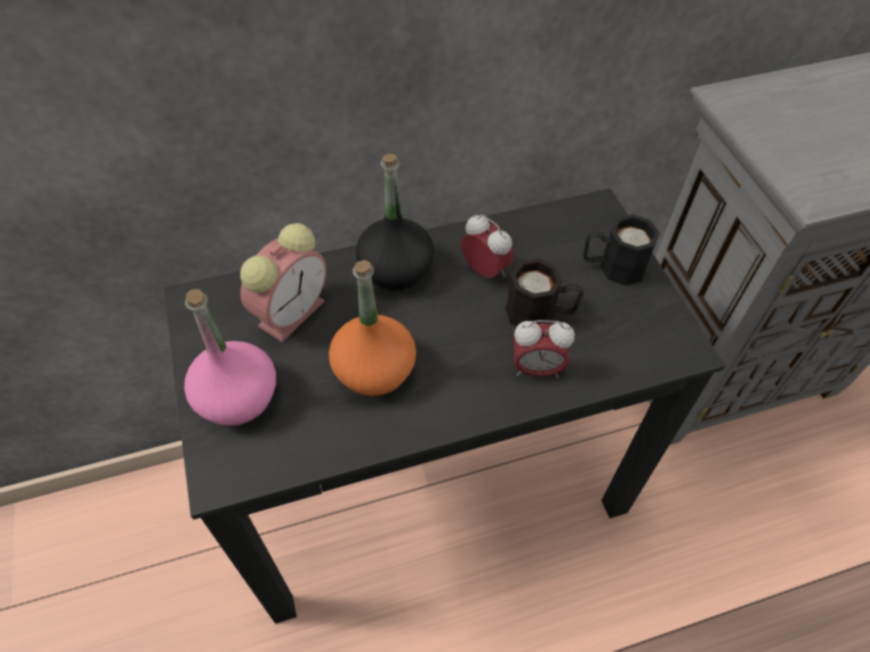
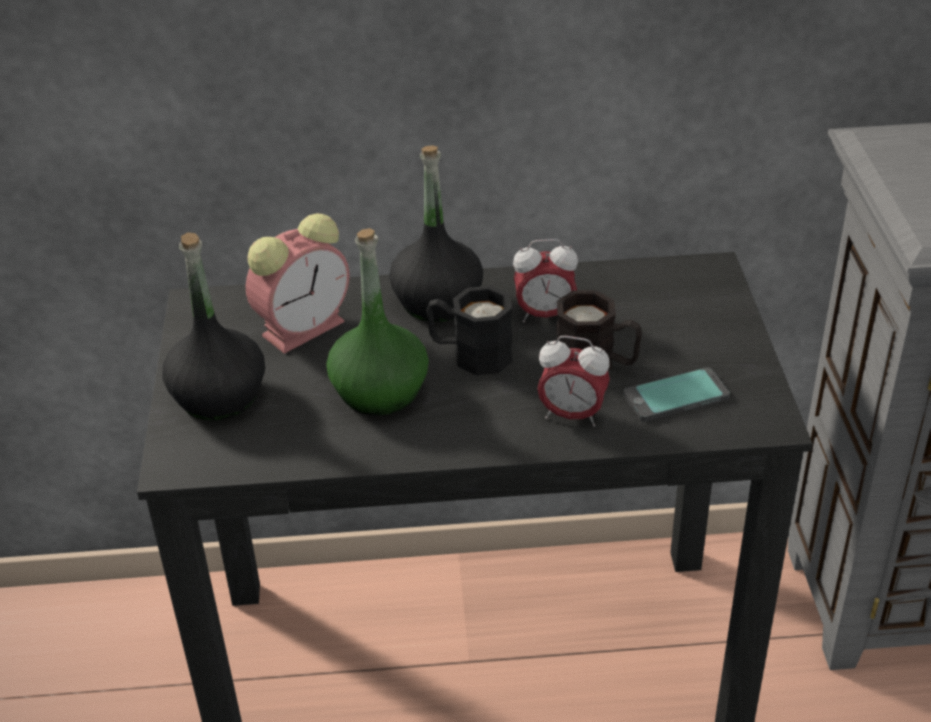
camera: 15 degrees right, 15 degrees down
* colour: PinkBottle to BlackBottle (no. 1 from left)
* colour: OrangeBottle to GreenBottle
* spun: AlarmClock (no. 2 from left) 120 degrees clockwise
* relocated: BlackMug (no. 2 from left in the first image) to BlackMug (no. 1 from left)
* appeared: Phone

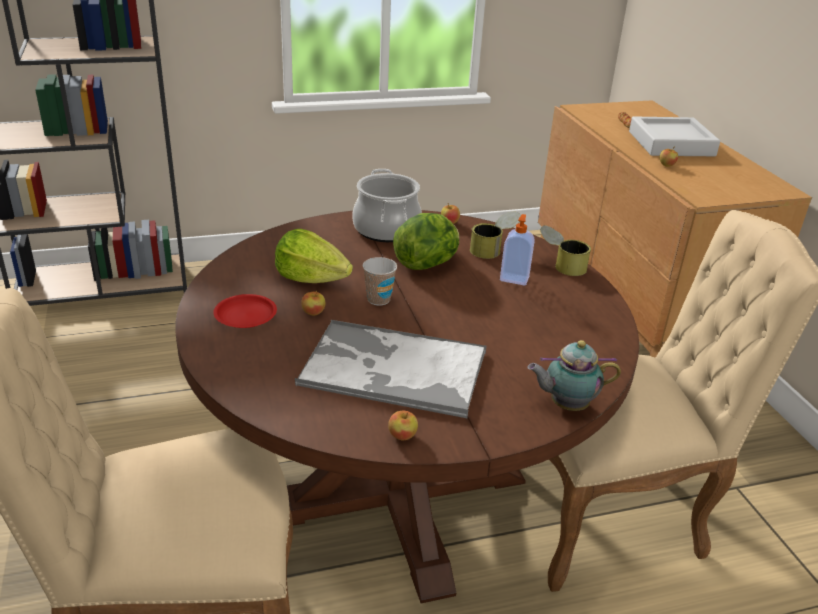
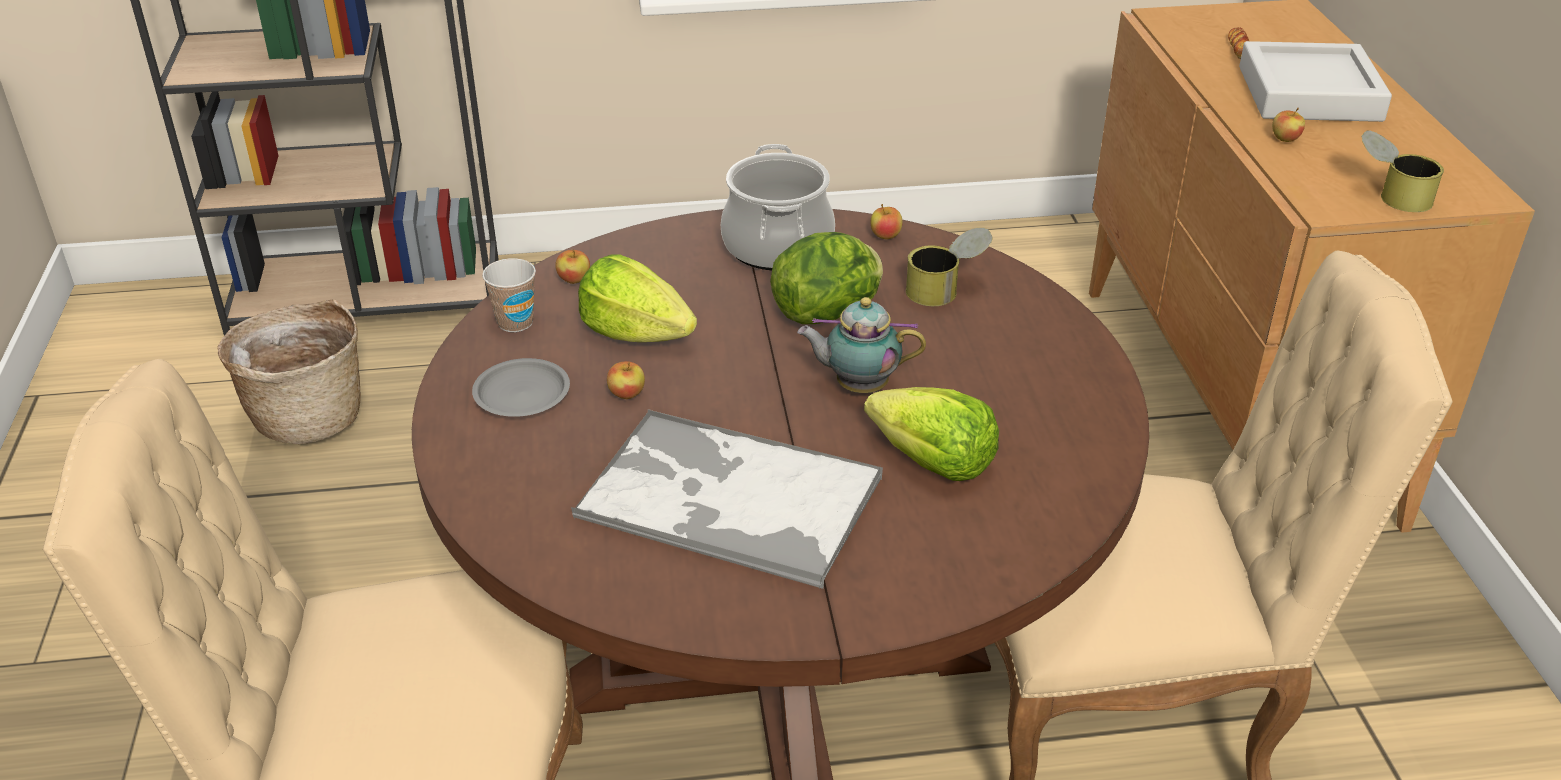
camera: 10 degrees right, 5 degrees up
* colour: RedPlate to GreyPlate
* relocated: Cup
* relocated: Apple (no. 2 from left in the first image) to Apple (no. 1 from left)
* missing: SoapDispenser
* relocated: Teapot
* relocated: Can (no. 2 from left)
* appeared: Basket
* appeared: Lettuce (no. 3 from left)

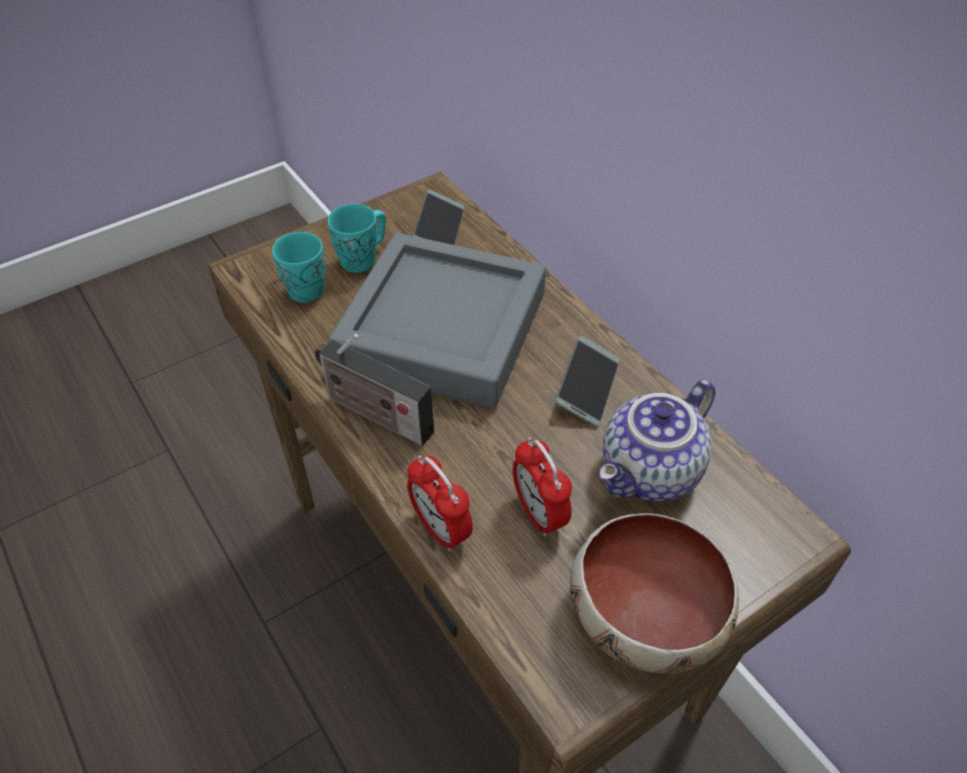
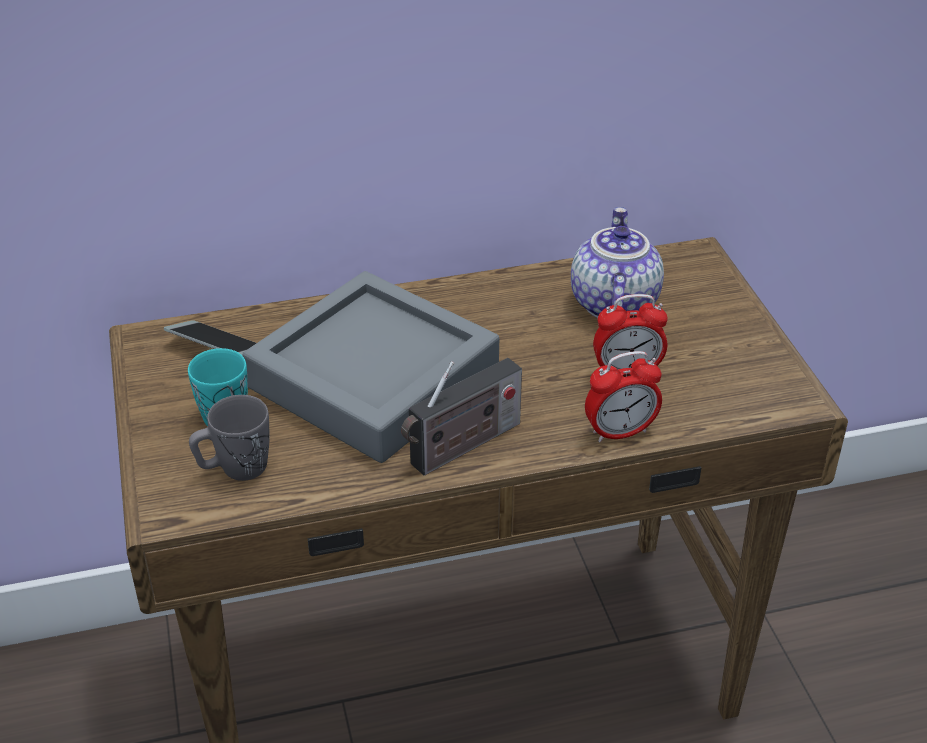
camera: 70 degrees left, 10 degrees down
* colour: TurquoiseMug (no. 1 from left) to GreyMug
* missing: Phone (no. 2 from left)
* missing: Bowl
* spun: Teapot 150 degrees counterclockwise

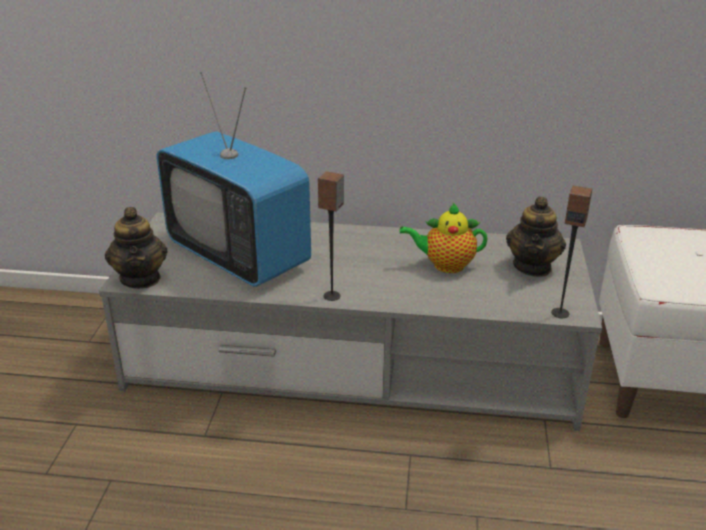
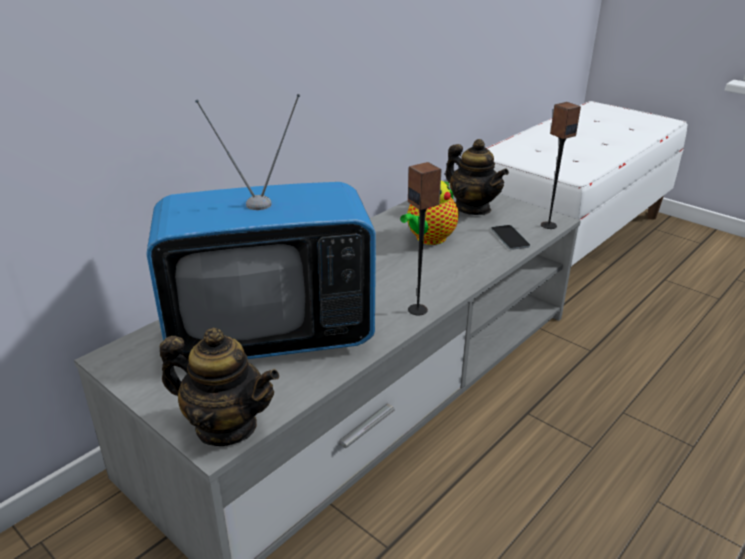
camera: 55 degrees left, 0 degrees up
* appeared: Phone

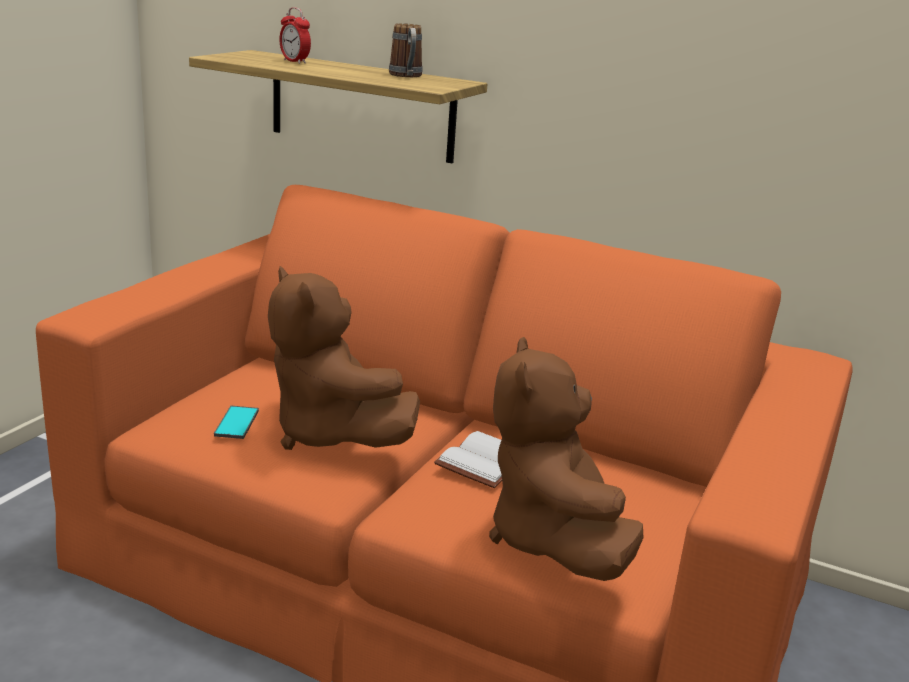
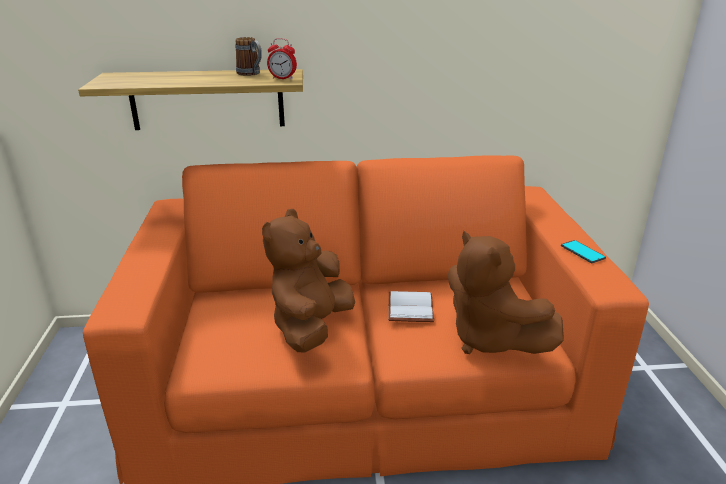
camera: 30 degrees left, 5 degrees up
* relocated: Phone
* spun: BrownPlushToy (no. 1 from left) 90 degrees clockwise
* relocated: AlarmClock

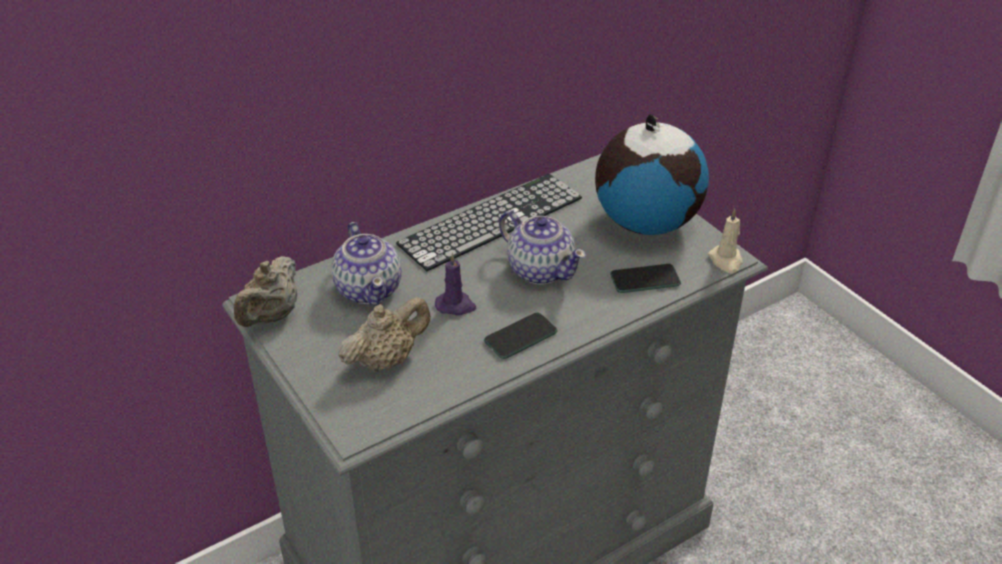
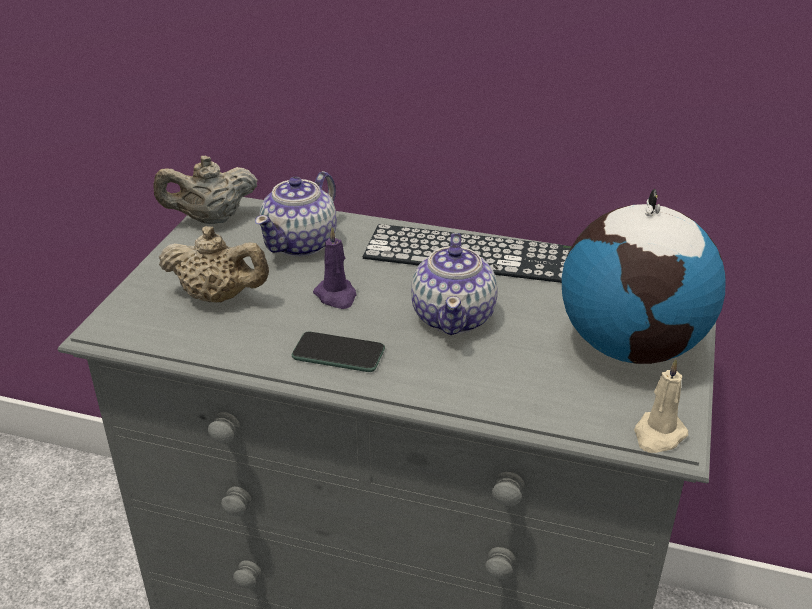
camera: 50 degrees right, 5 degrees down
* missing: Phone (no. 2 from left)

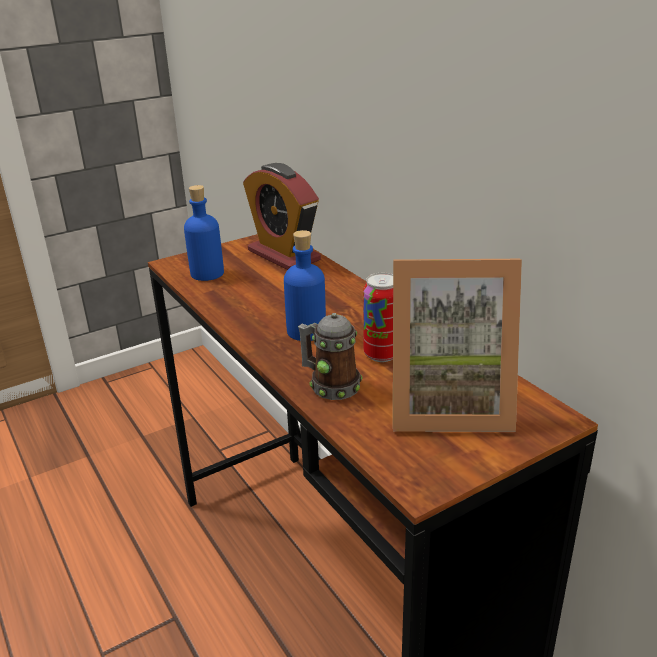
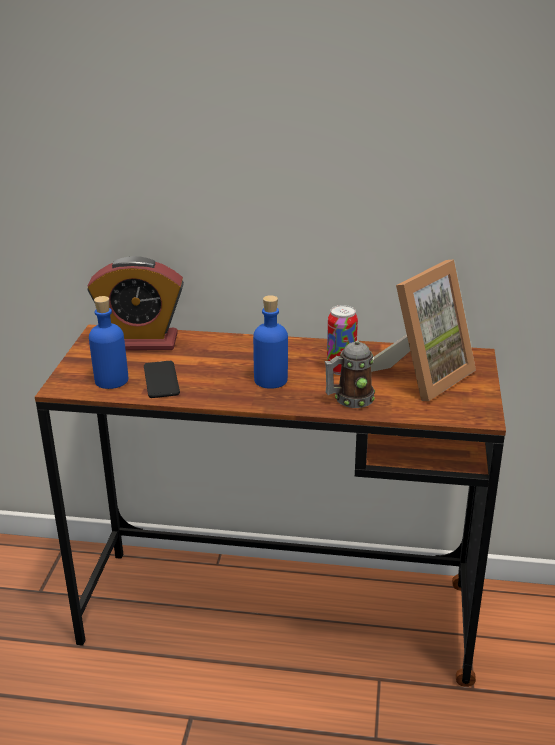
camera: 50 degrees left, 0 degrees up
* appeared: Phone

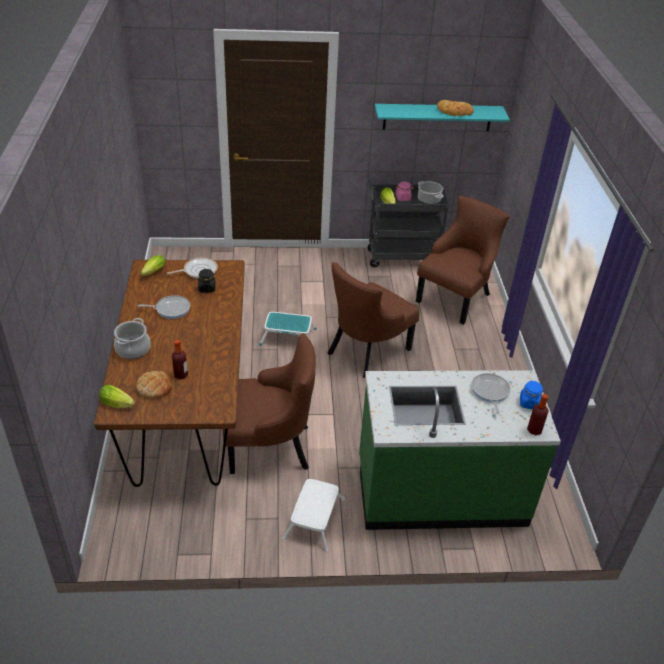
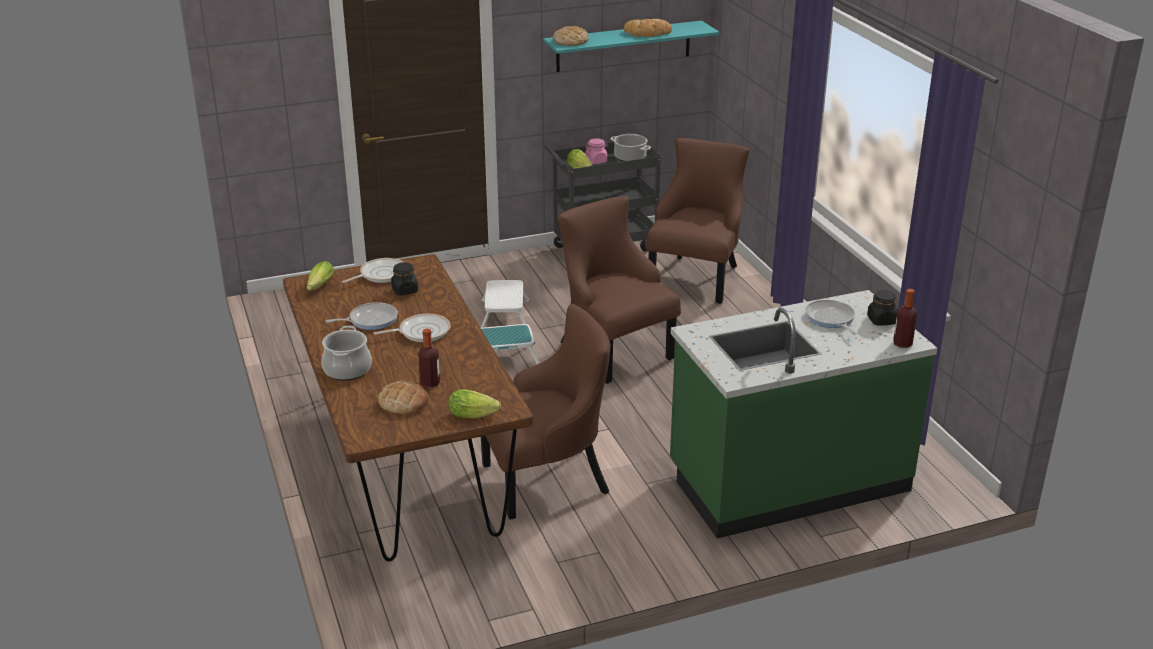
camera: 15 degrees left, 10 degrees down
* relocated: Lettuce (no. 1 from left in the first image) to Lettuce (no. 2 from left)
* relocated: WhiteStepLadder
* spun: BrownChair (no. 2 from left) 120 degrees clockwise
* colour: BlueJar to BlackJar (no. 2 from left)
* appeared: FryingPan (no. 3 from left)
* appeared: Bread (no. 2 from left)

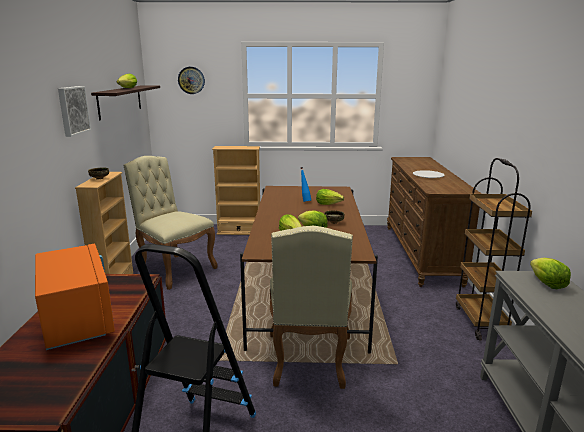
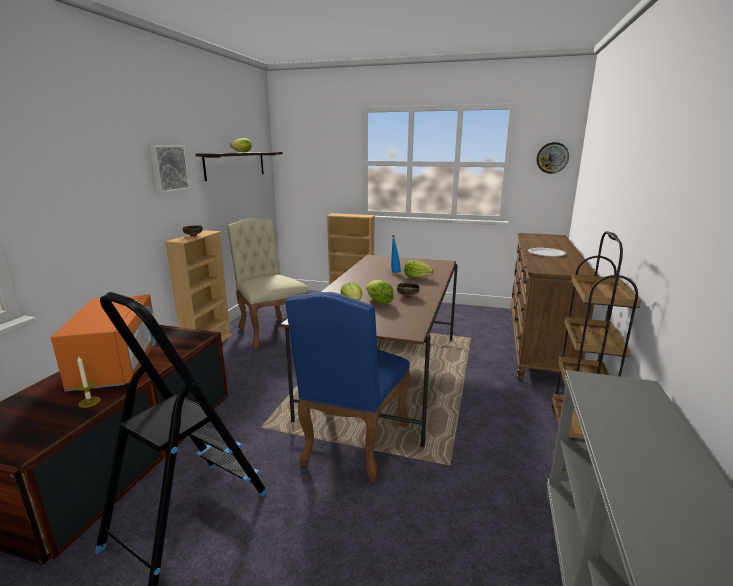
camera: 15 degrees right, 0 degrees up
* relocated: WallClock
* colour: BeigeChair (no. 2 from left) to BlueChair
* missing: Lettuce (no. 5 from left)
* appeared: Candle

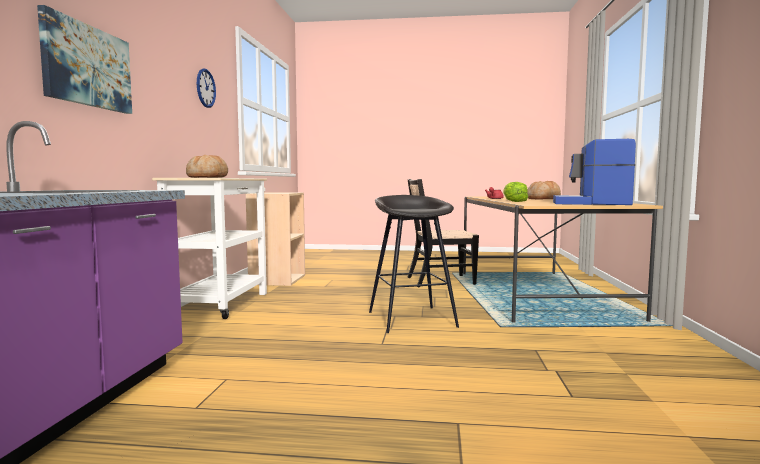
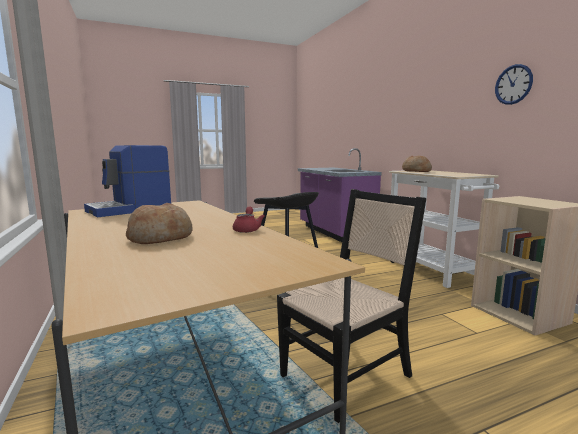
camera: 150 degrees right, 5 degrees up
* missing: Picture
* missing: Lettuce
* spun: CoffeeMachine 150 degrees clockwise

